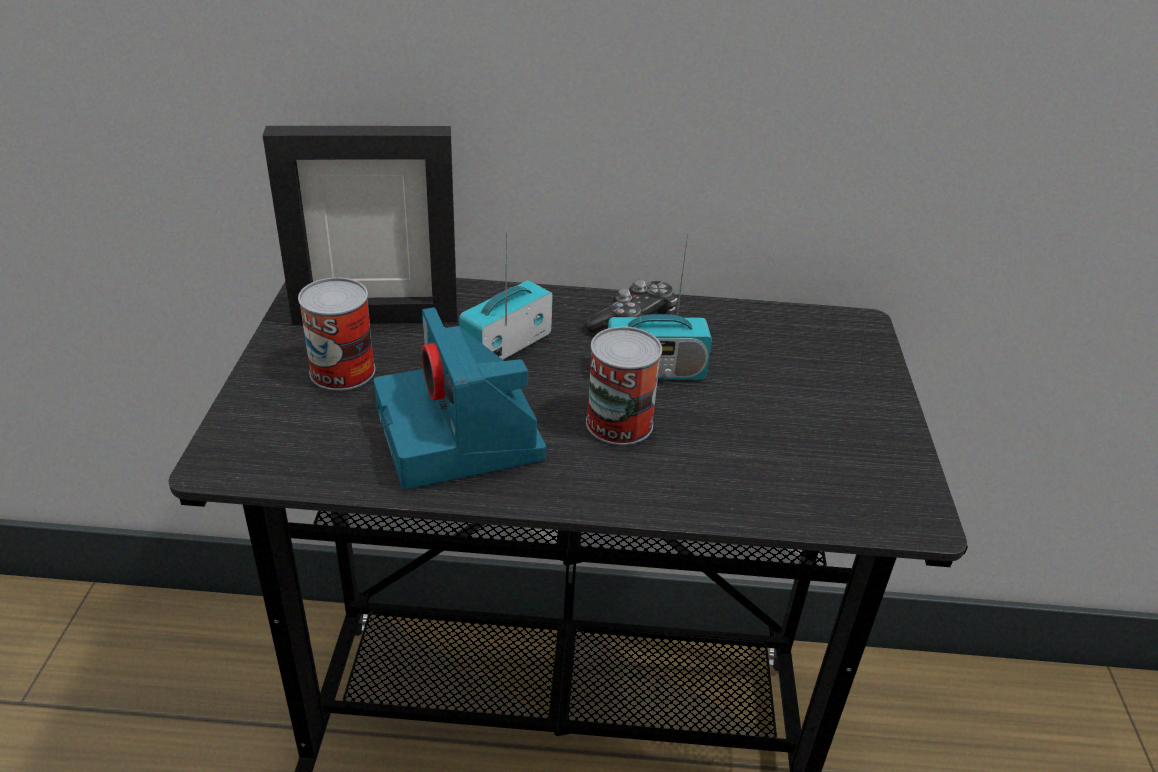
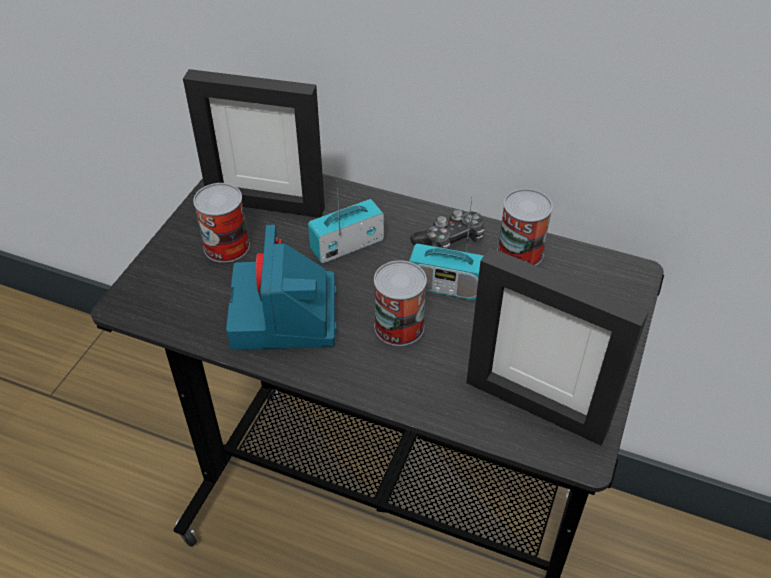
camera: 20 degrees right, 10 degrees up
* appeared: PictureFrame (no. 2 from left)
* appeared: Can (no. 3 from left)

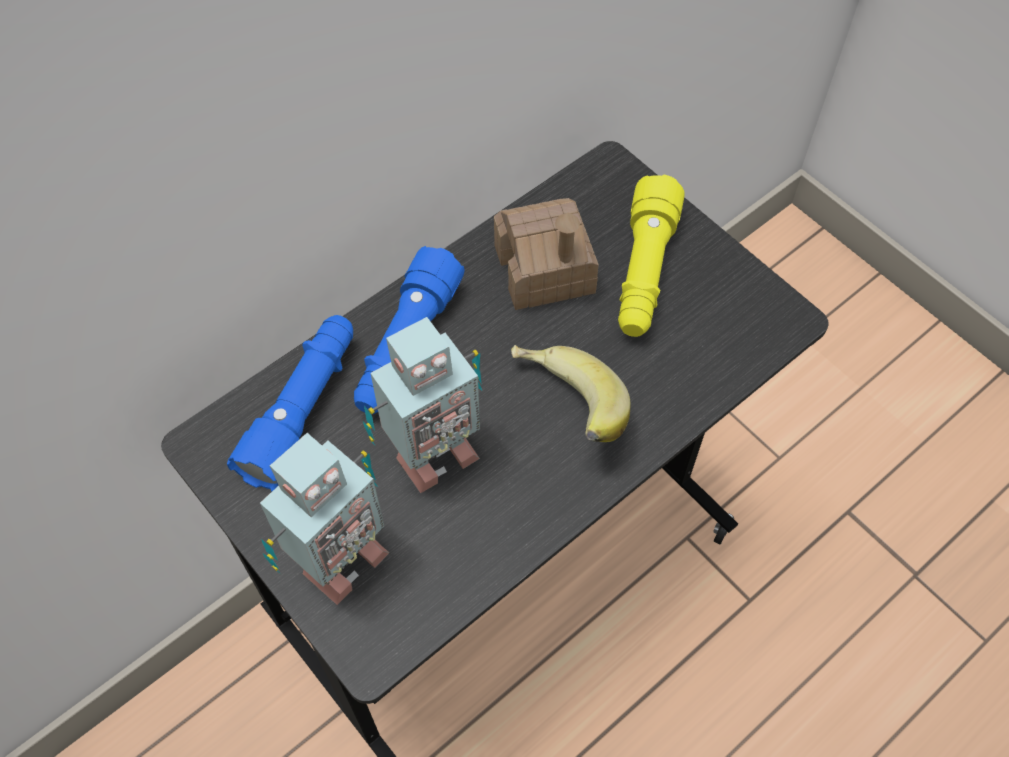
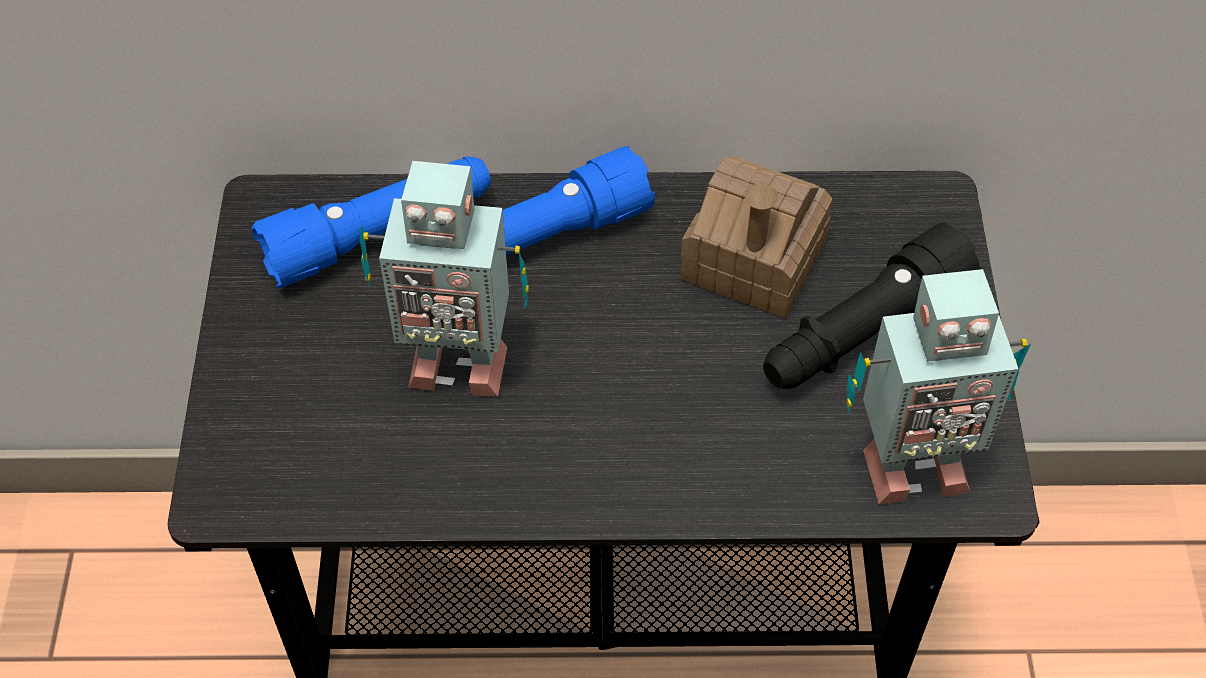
camera: 40 degrees right, 5 degrees down
* relocated: ToyRobot (no. 1 from left in the first image) to ToyRobot (no. 2 from left)
* missing: Banana
* colour: YellowFlashlight to BlackFlashlight

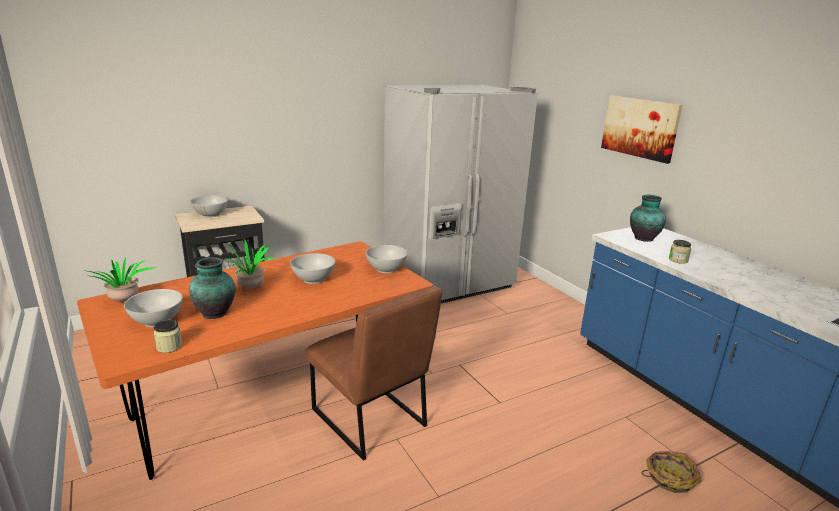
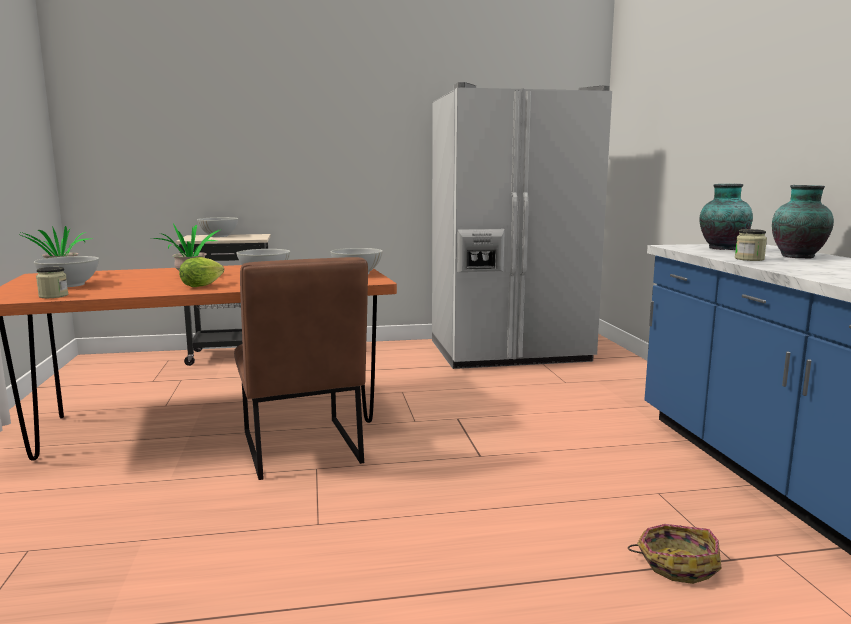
camera: 20 degrees right, 10 degrees down
* relocated: Vase (no. 1 from left in the first image) to Vase (no. 2 from left)
* missing: Picture
* appeared: Lettuce

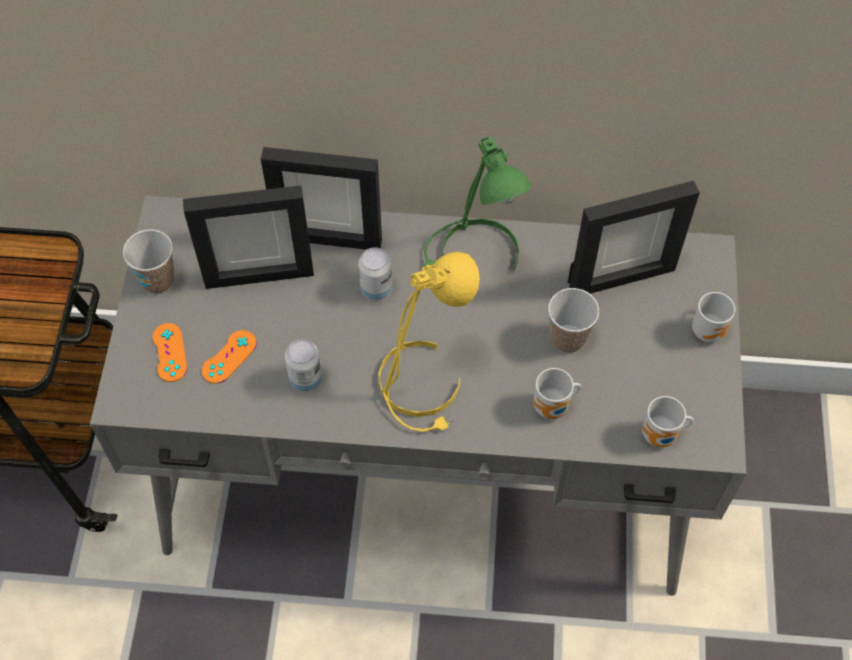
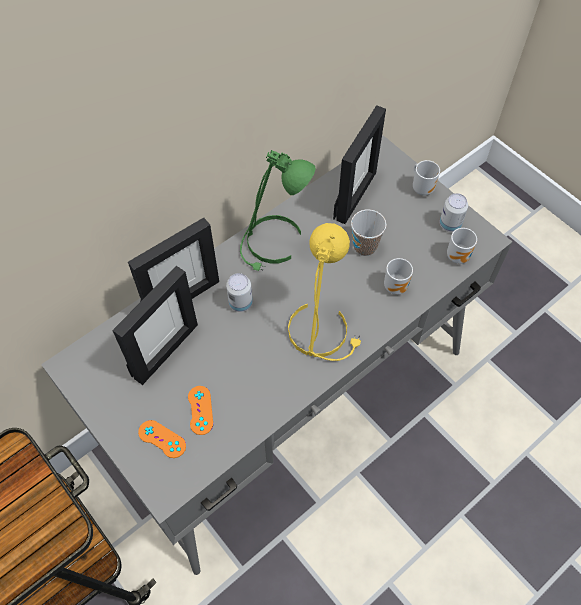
camera: 45 degrees left, 0 degrees up
* missing: Cup (no. 1 from left)
* relocated: Can (no. 1 from left in the first image) to Can (no. 2 from left)

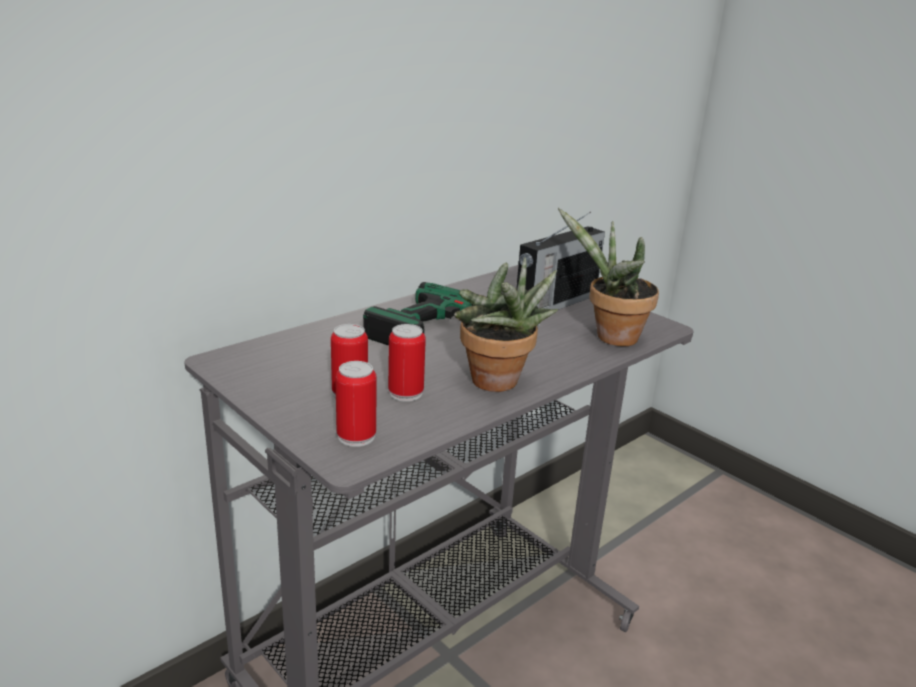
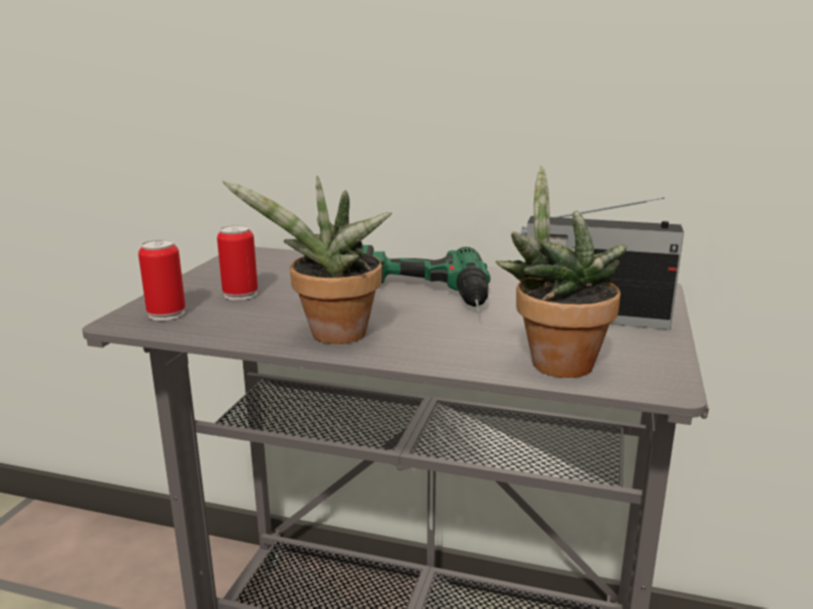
camera: 60 degrees right, 5 degrees down
* missing: Can (no. 3 from left)

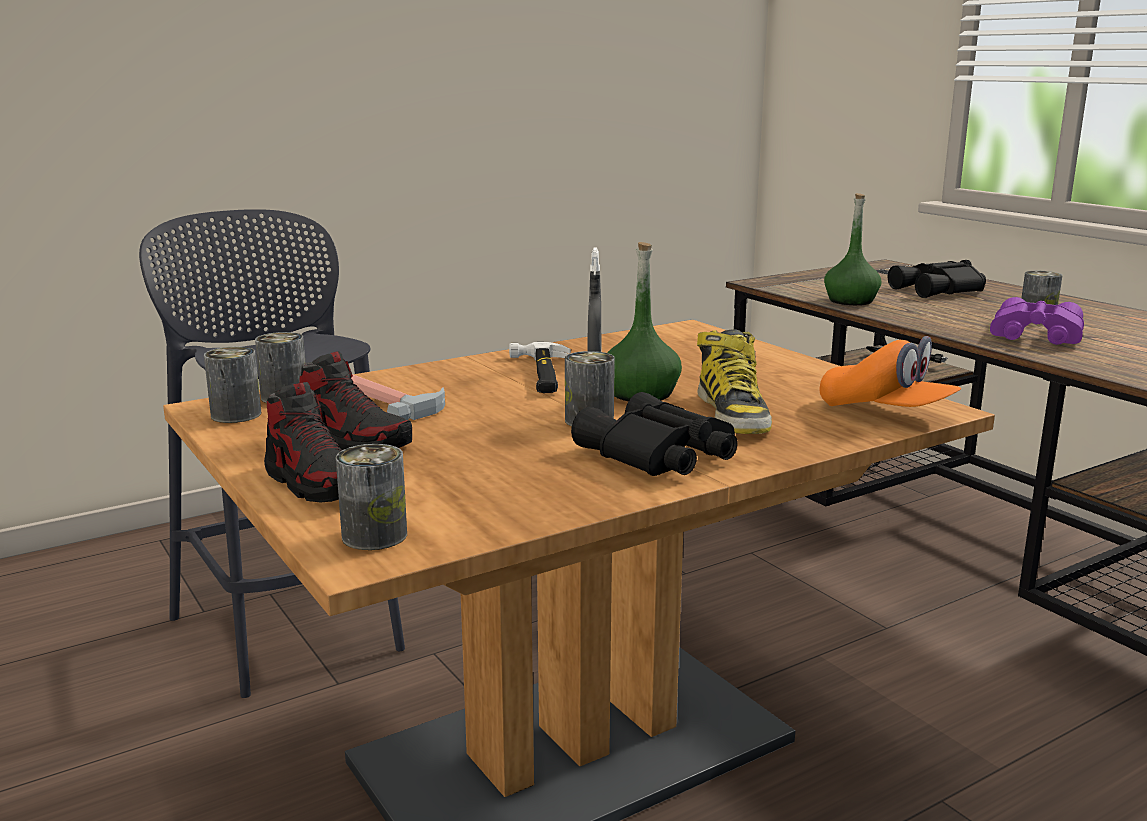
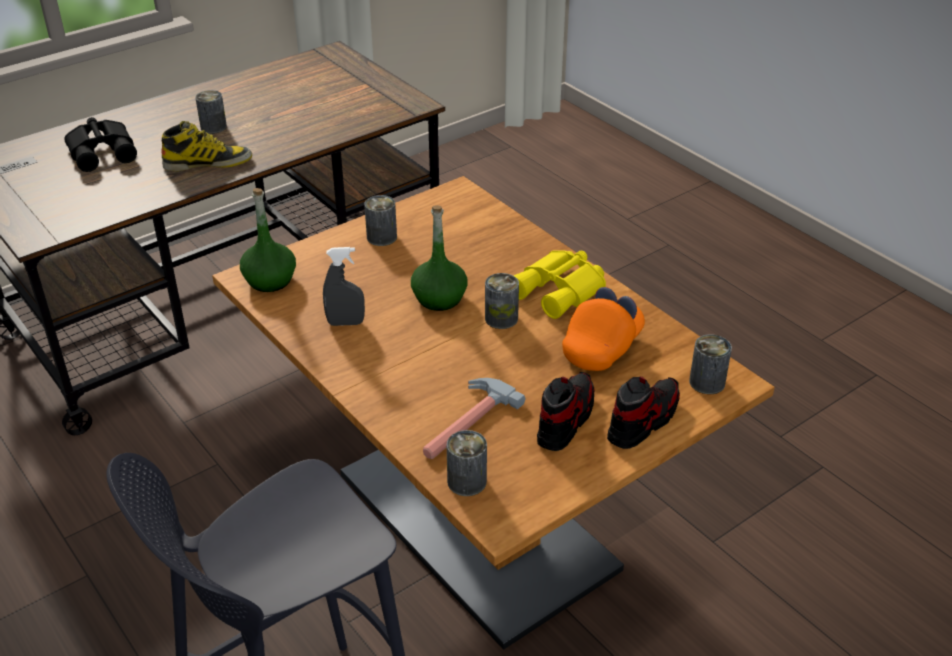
camera: 95 degrees left, 20 degrees up
* relocated: Can (no. 1 from left in the first image) to Can (no. 2 from left)
* missing: Hammer (no. 2 from left)
* colour: BlackBinoculars (no. 1 from left) to YellowBinoculars
* relocated: Boot
* relocated: OrangeCap
* relocated: GreenBottle (no. 2 from left in the first image) to GreenBottle (no. 1 from left)
* missing: PurpleBinoculars

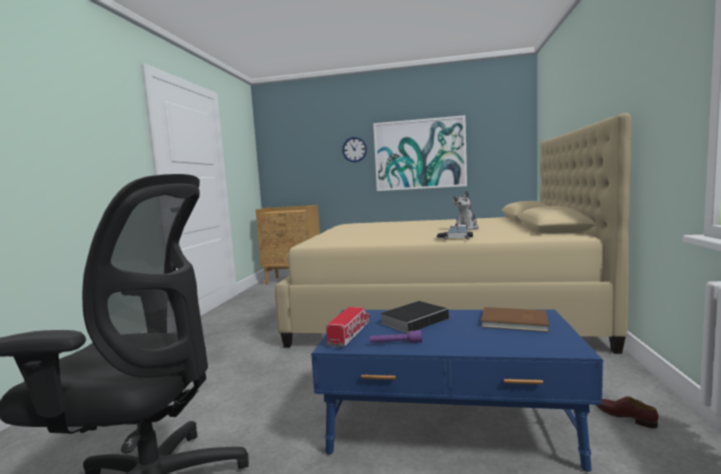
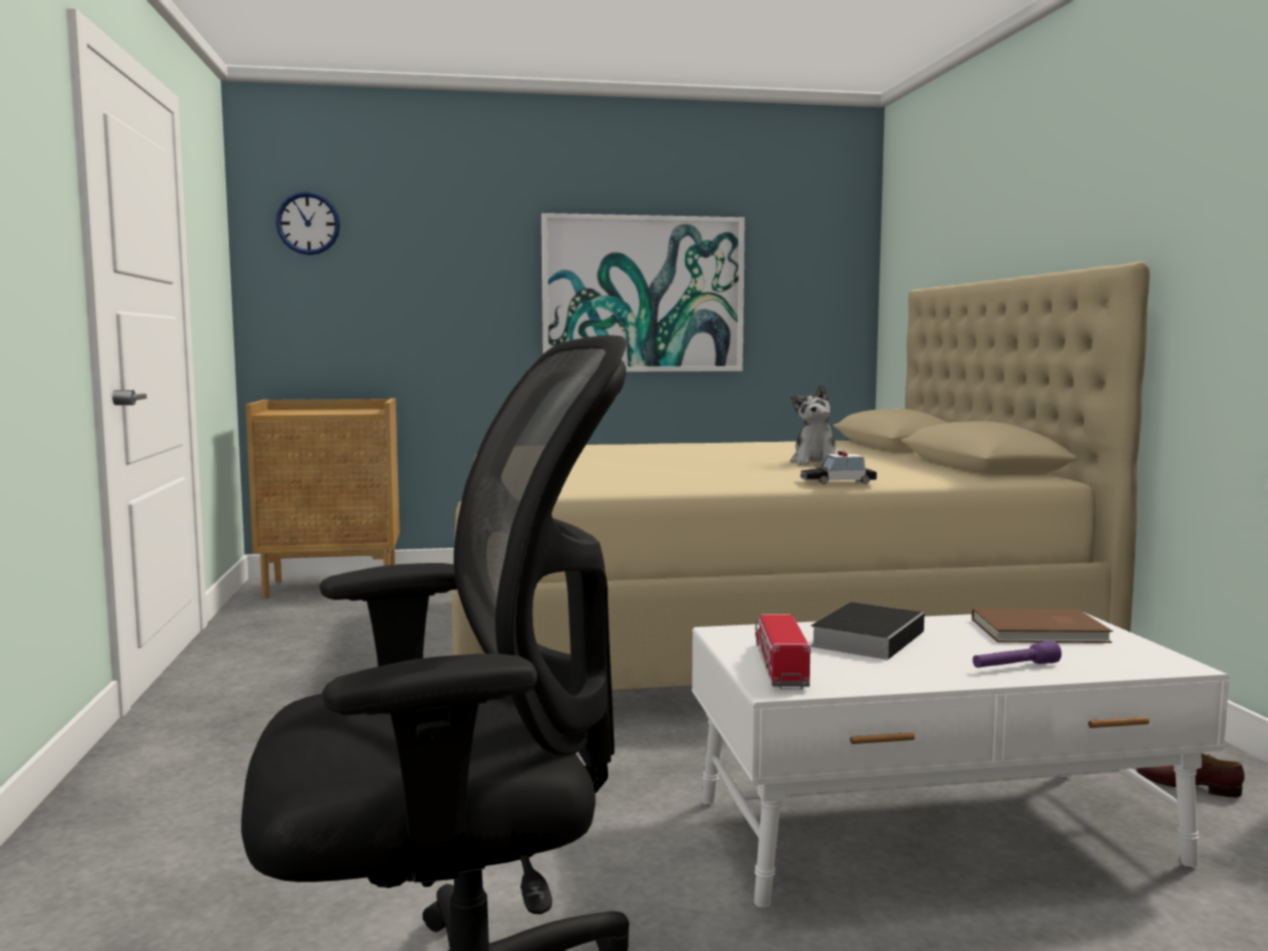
camera: 20 degrees left, 0 degrees up
* colour: BlueCoffeeTable to WhiteCoffeeTable
* relocated: WallClock
* relocated: PurpleFlashlight

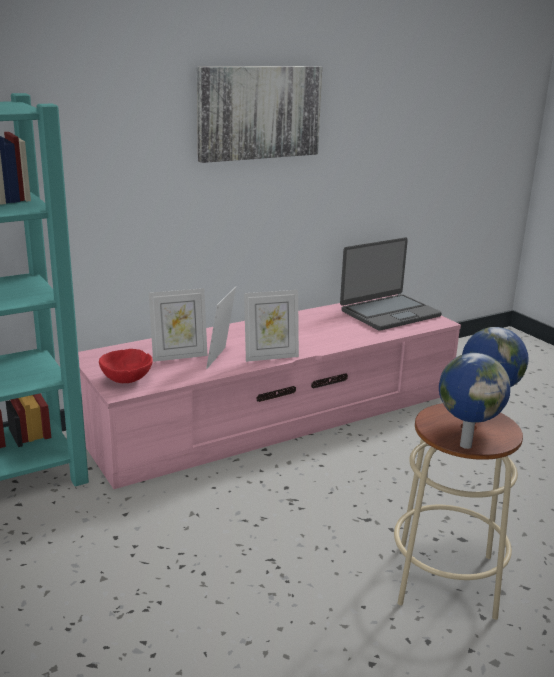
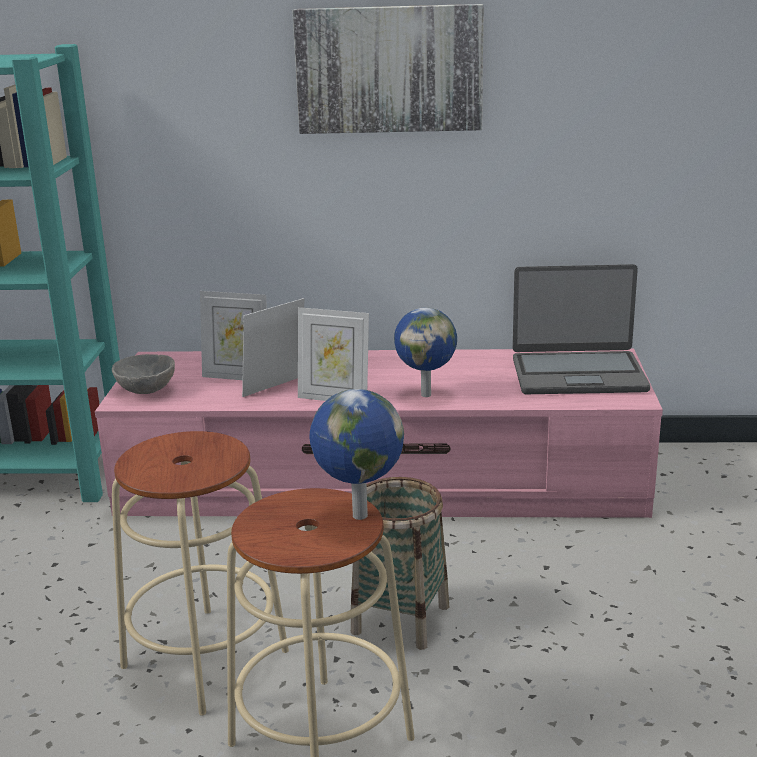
camera: 35 degrees right, 0 degrees up
* colour: RedBowl to GreyBowl
* relocated: Globe (no. 1 from left in the first image) to Globe (no. 2 from left)
* appeared: BeigeStool (no. 1 from left)
* appeared: Basket

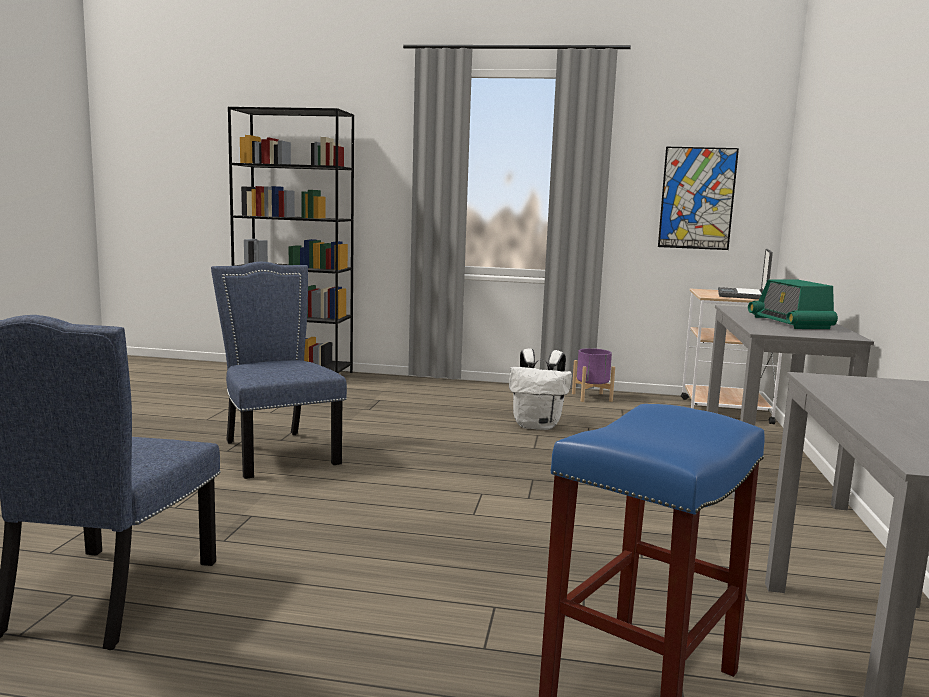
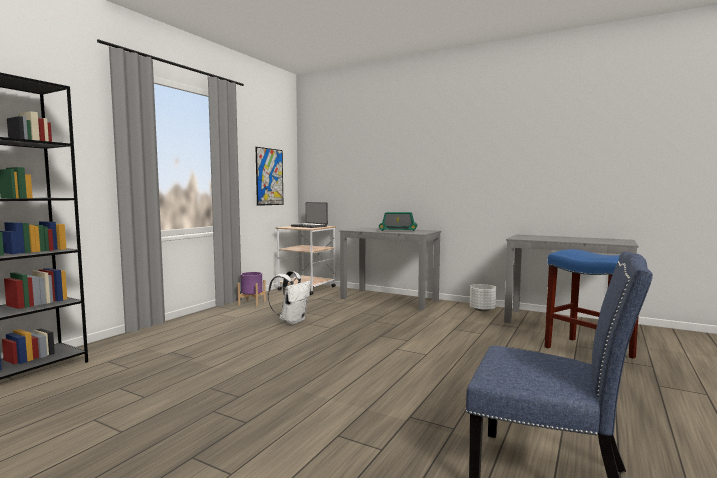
camera: 70 degrees left, 5 degrees down
* missing: BlueChair (no. 2 from left)
* appeared: WhitePlanter

